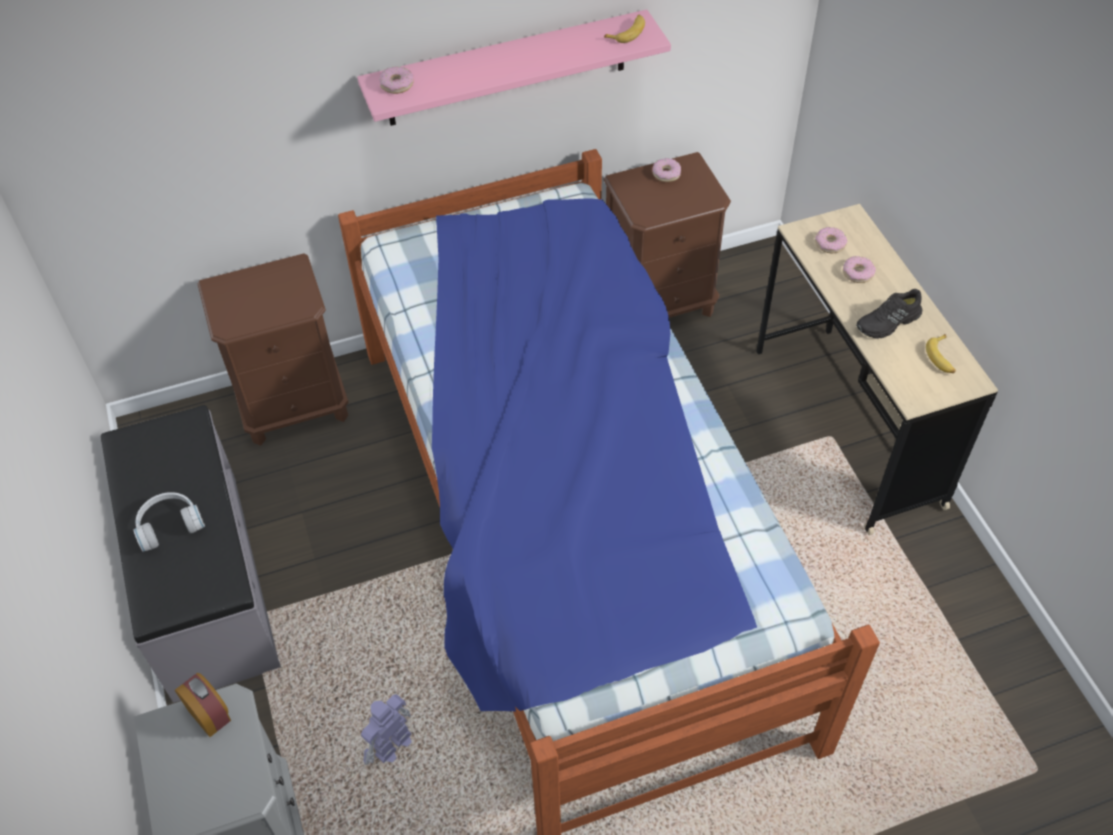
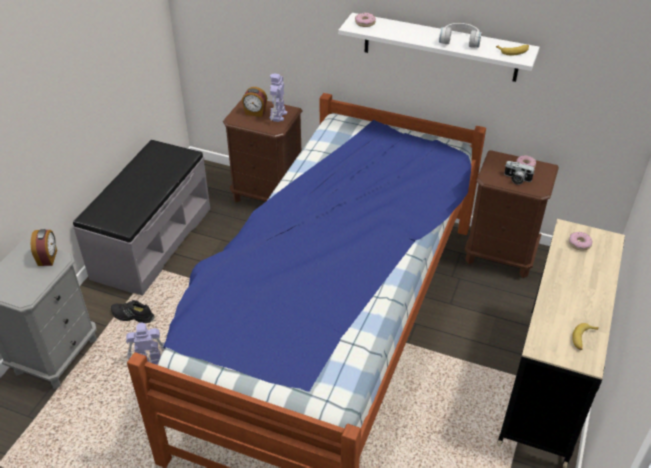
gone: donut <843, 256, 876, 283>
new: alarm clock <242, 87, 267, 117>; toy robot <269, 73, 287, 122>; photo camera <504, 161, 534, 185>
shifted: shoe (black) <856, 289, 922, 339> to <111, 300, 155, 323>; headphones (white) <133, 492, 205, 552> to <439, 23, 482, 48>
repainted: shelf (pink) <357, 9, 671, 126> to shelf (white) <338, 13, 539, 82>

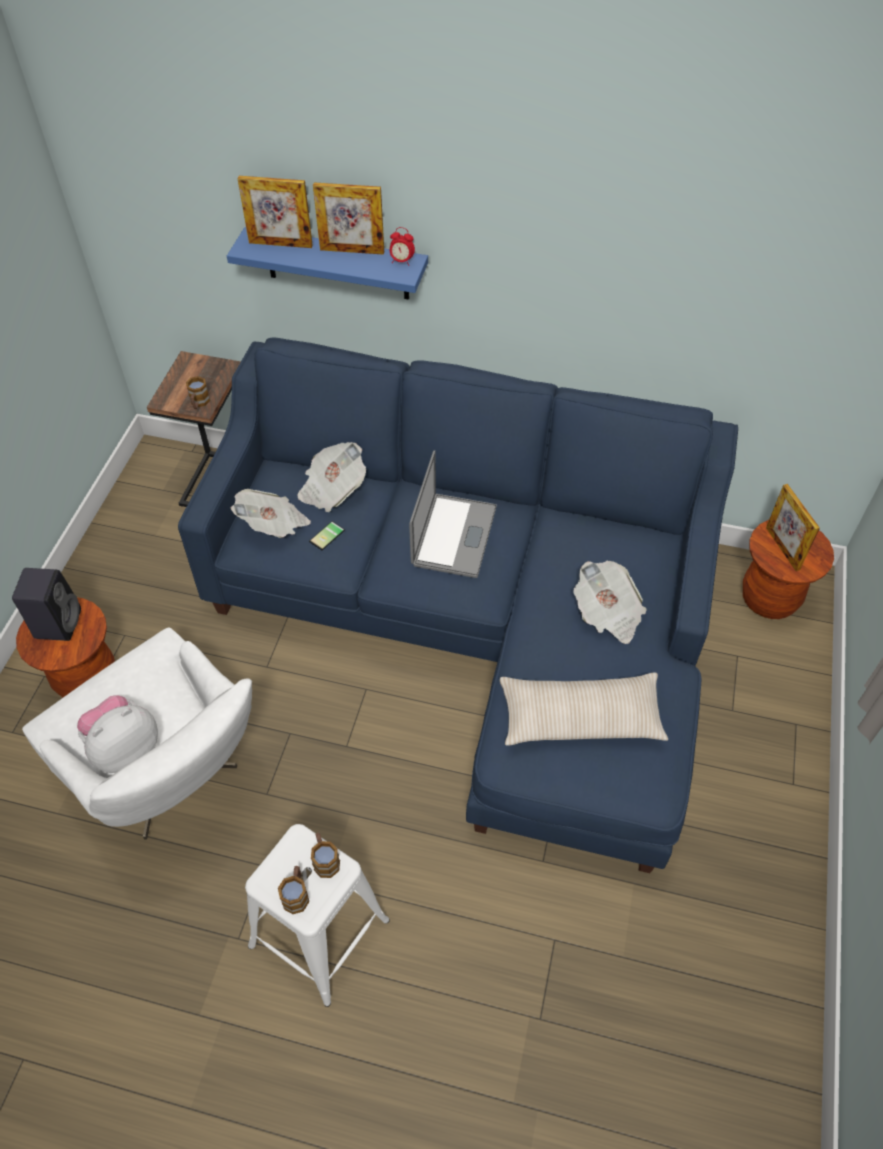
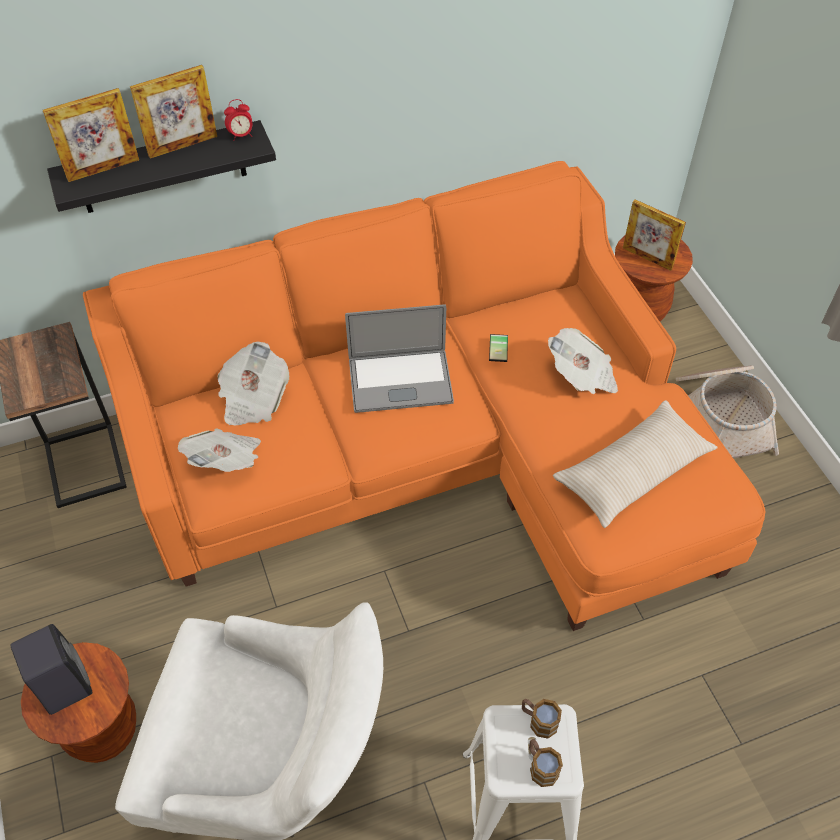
gone: plush toy <77, 695, 158, 773>; mug <186, 376, 210, 409>
new: basket <676, 365, 779, 458>
shifted: phone <309, 521, 345, 550> to <489, 334, 512, 362>
repainted: shelf (blue) <227, 227, 428, 300> to shelf (black) <47, 120, 276, 213>; sofa (blue) <178, 337, 738, 873> to sofa (orange) <83, 161, 766, 631>
rotated: laptop <409, 450, 497, 578> = <345, 304, 454, 413> 105 degrees clockwise

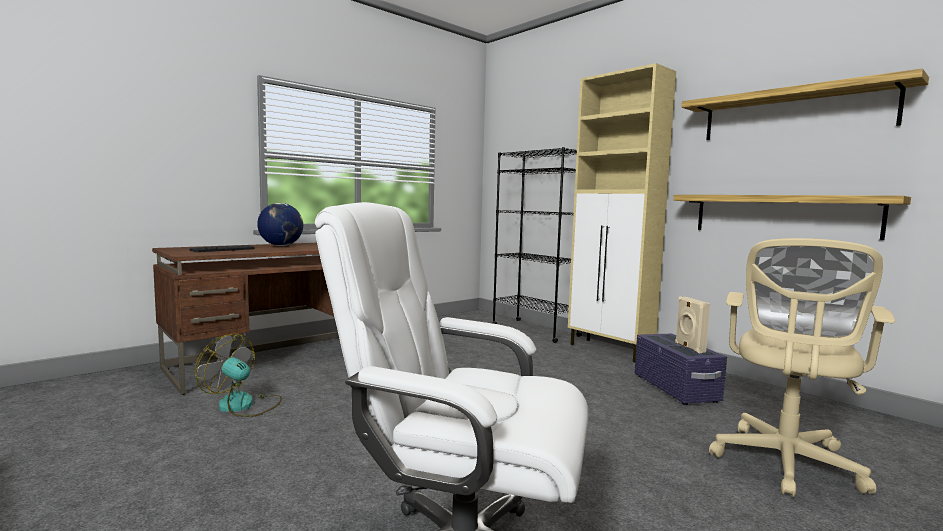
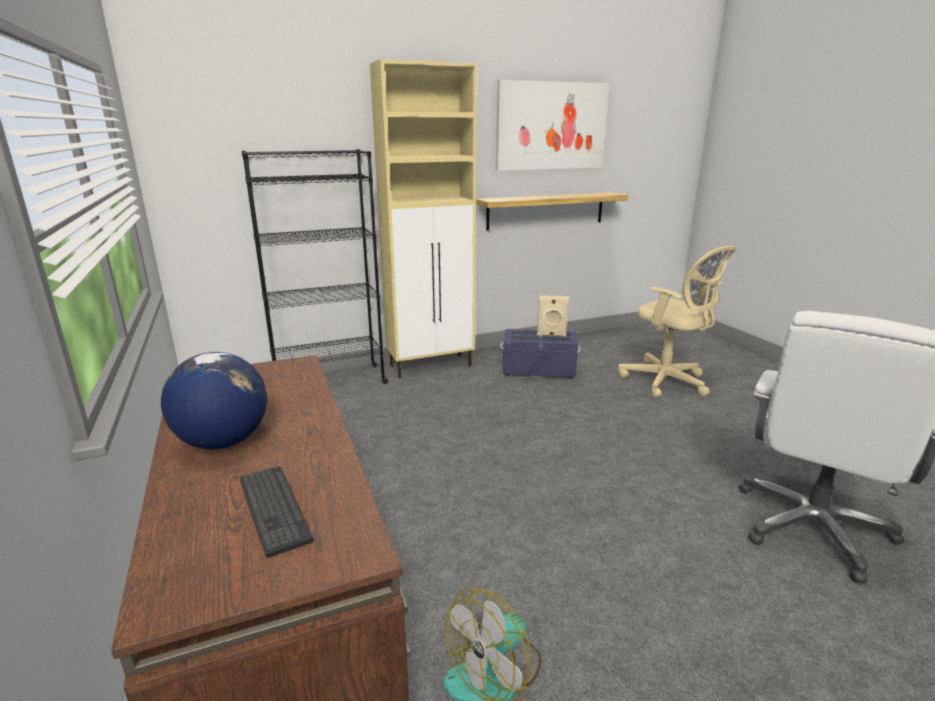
swapped: shelf <682, 68, 929, 140> to picture <496, 80, 609, 171>

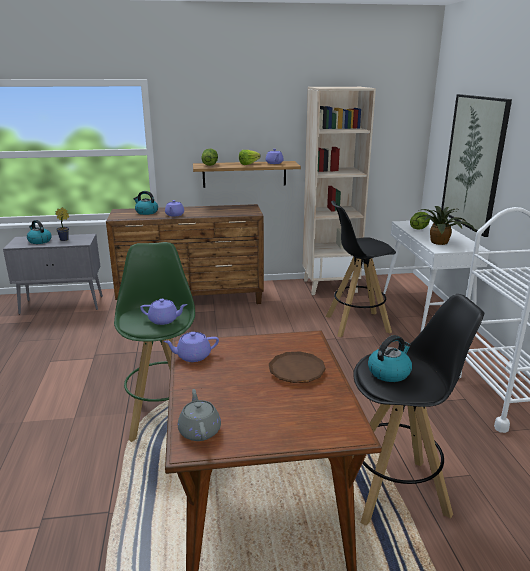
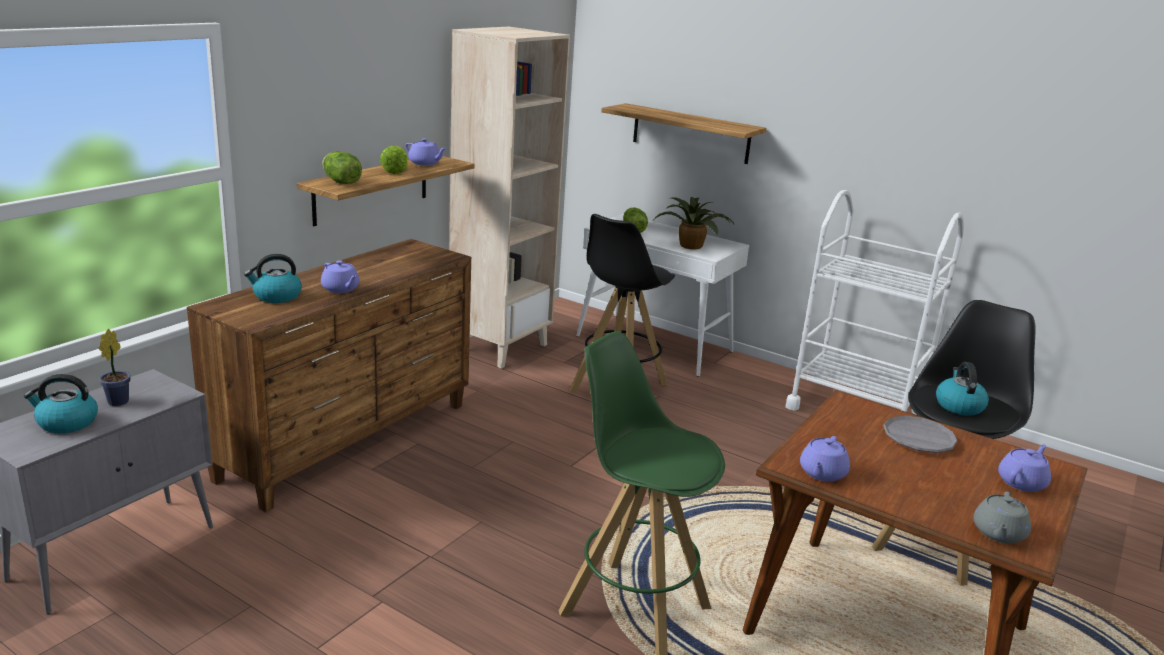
shifted: teapot (purple) <140, 299, 187, 325> to <998, 444, 1051, 492>
swapped: picture <441, 94, 512, 237> to shelf <601, 103, 766, 164>
repainted: plate (brown) <269, 351, 326, 383> to plate (grey) <883, 415, 958, 453>
rotated: teapot (grey) <178, 389, 221, 441> = <973, 491, 1031, 544> 90 degrees counterclockwise

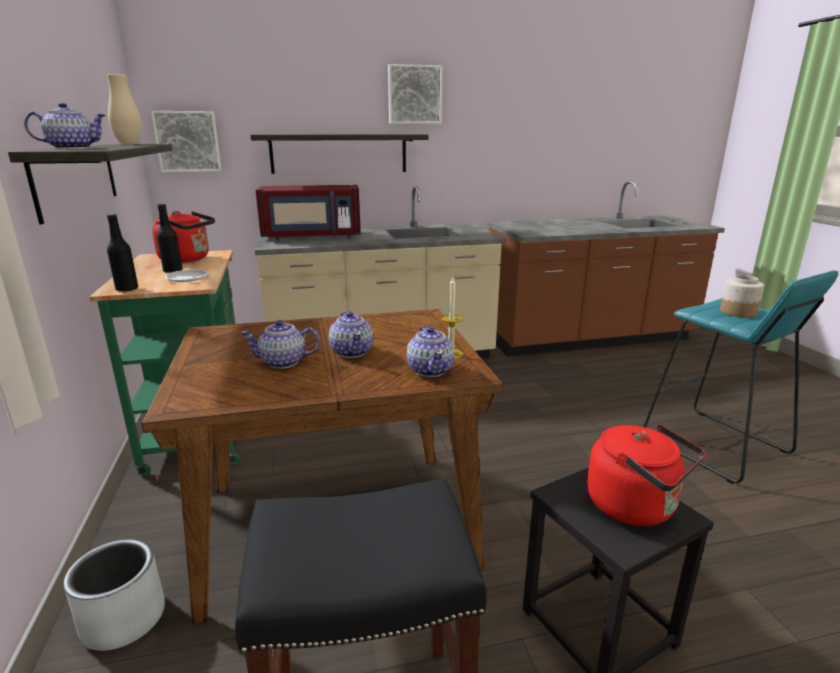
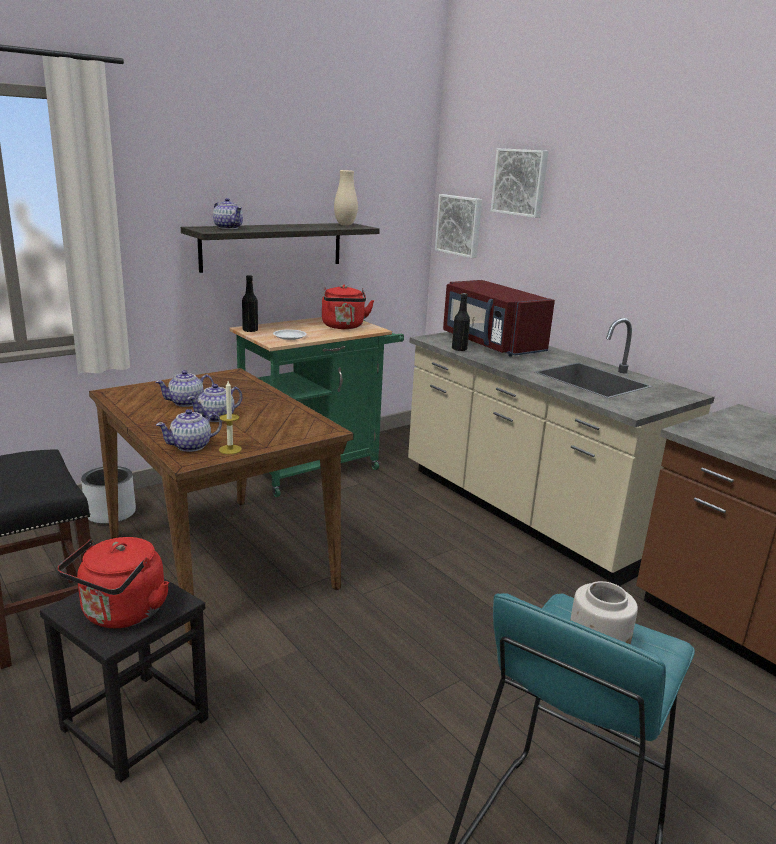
gone: shelf <250, 134, 429, 174>
shifted: bottle (black) <157, 204, 183, 273> to <452, 293, 470, 351>; picture <388, 64, 442, 124> to <491, 148, 549, 218>
rotated: teapot <241, 320, 320, 369> = <156, 370, 214, 407> 90 degrees counterclockwise

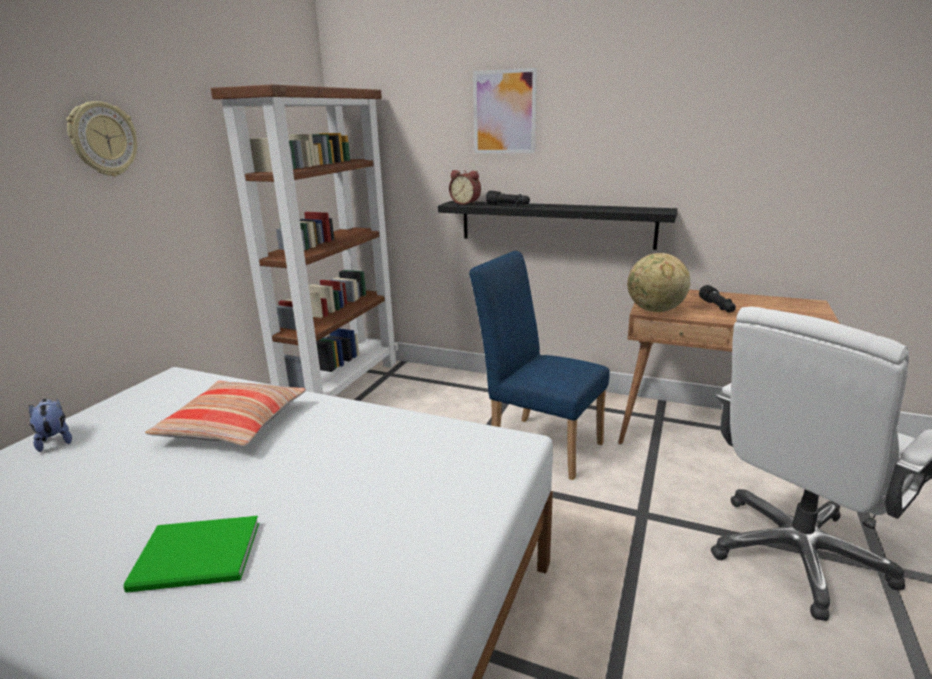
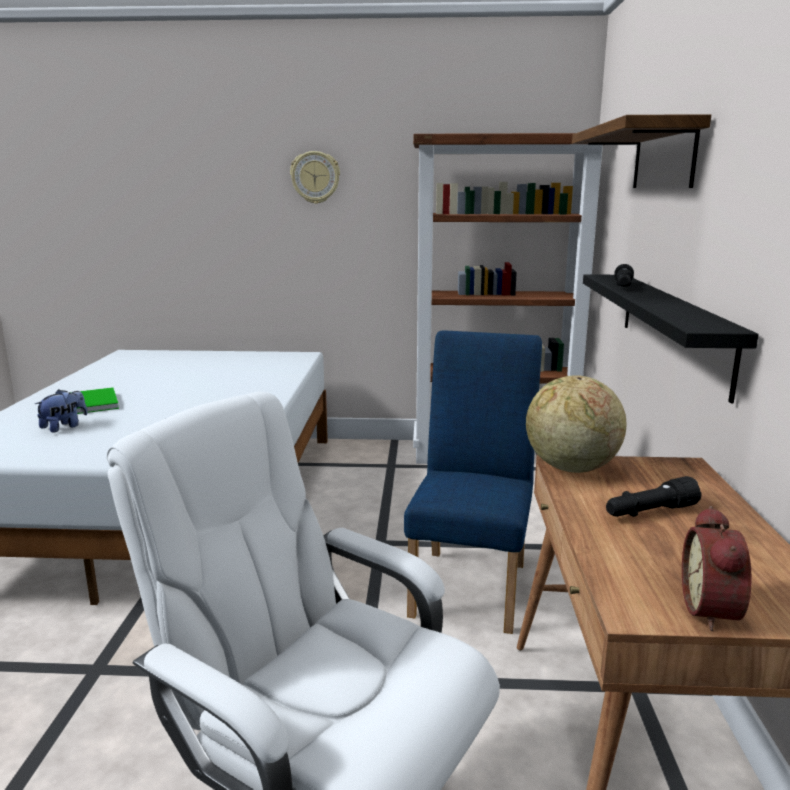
gone: pillow <145, 381, 306, 447>
shifted: plush toy <29, 398, 72, 452> to <35, 389, 87, 433>; alarm clock <449, 170, 481, 205> to <682, 506, 752, 631>
swapped: picture <473, 68, 537, 153> to shelf <572, 114, 711, 188>

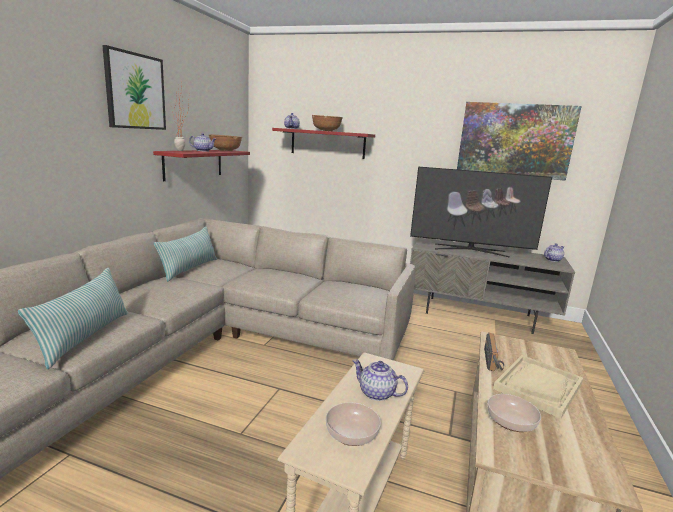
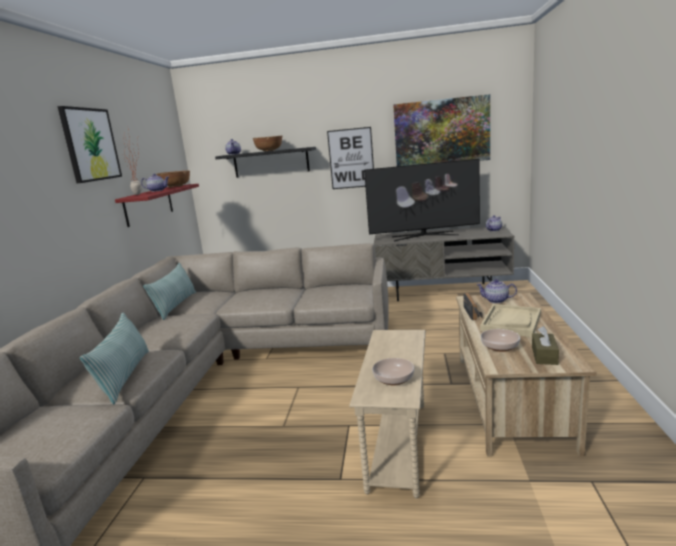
new: picture <327, 127, 374, 189>; tissue box (brown) <532, 326, 559, 365>
shifted: teapot <352, 359, 408, 401> to <476, 279, 517, 303>
repainted: shelf (red) <272, 128, 375, 159> to shelf (black) <215, 147, 316, 178>

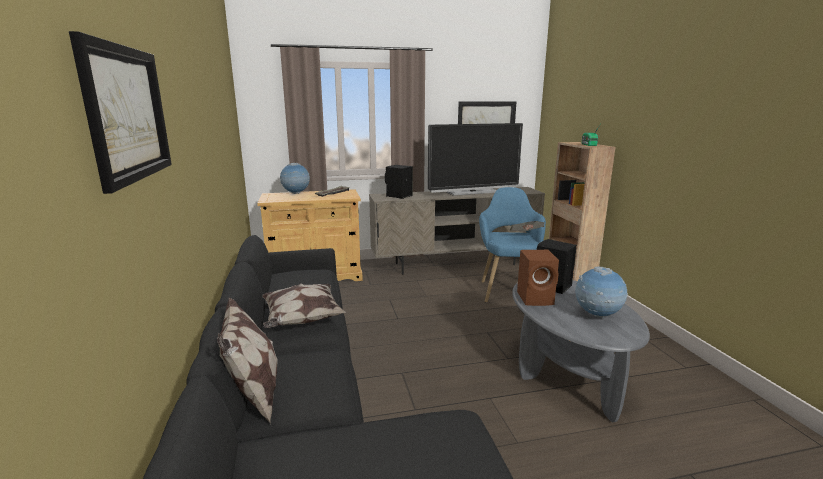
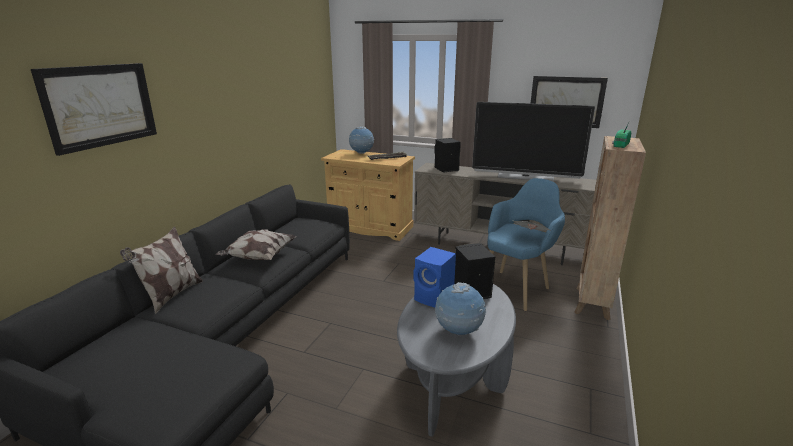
repainted: speaker (brown) <517, 250, 559, 306> to speaker (blue) <413, 247, 456, 307>

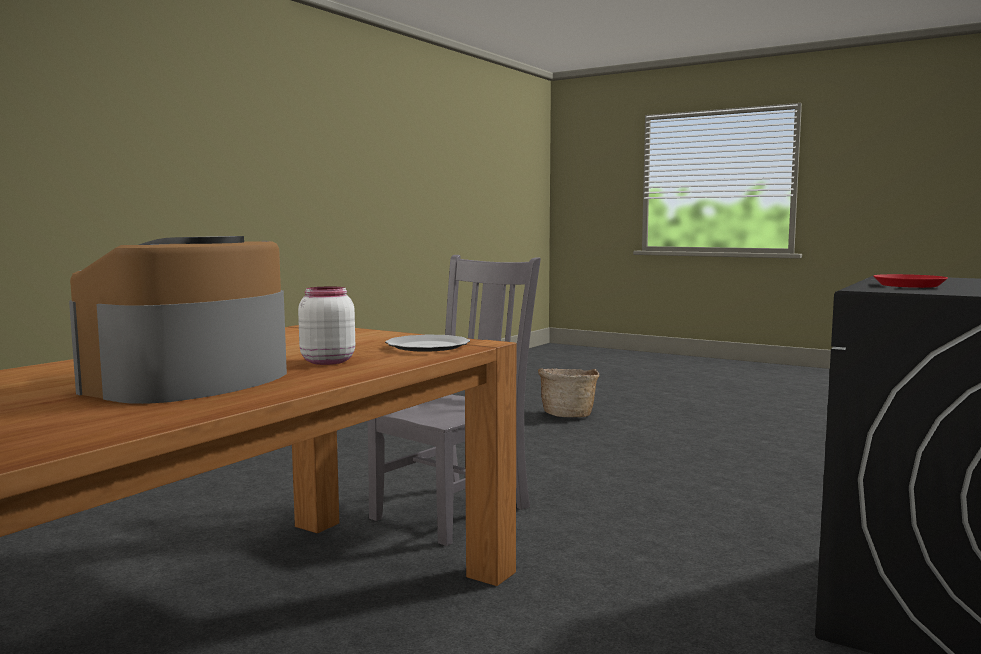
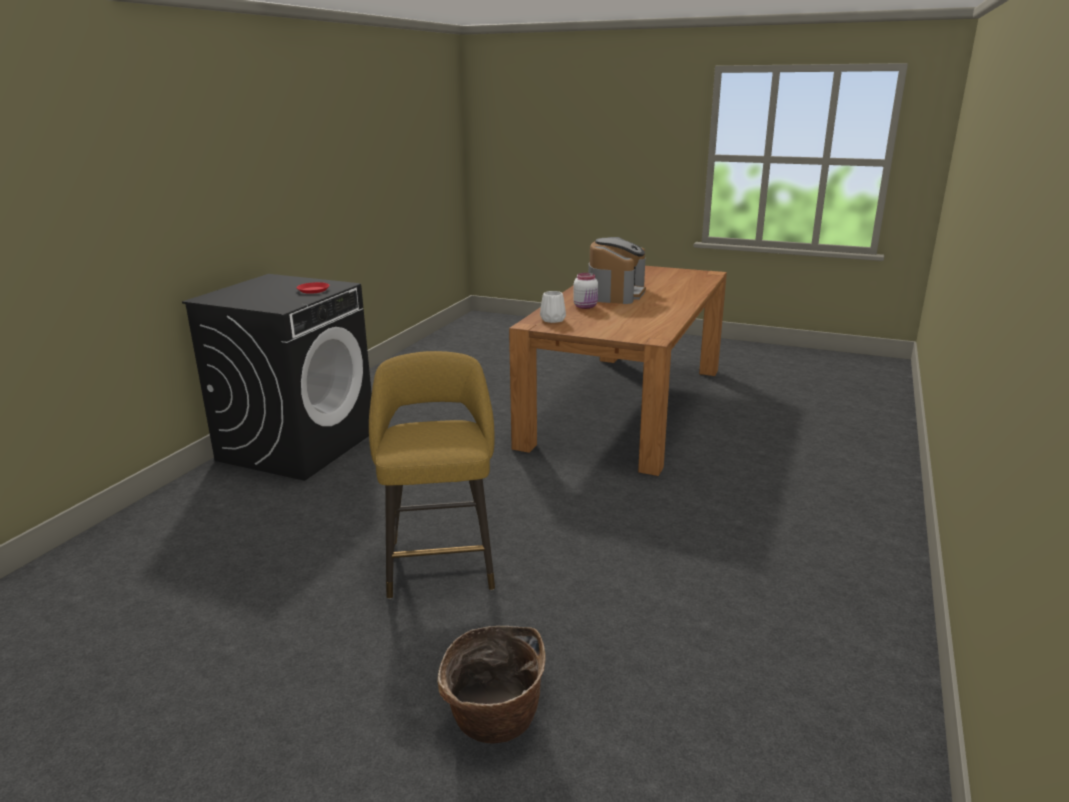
gone: chair (grey) <367, 255, 541, 546>
new: stool (yellow) <369, 351, 495, 599>
swapped: plate <385, 335, 470, 352> to vase (white) <540, 291, 566, 323>

